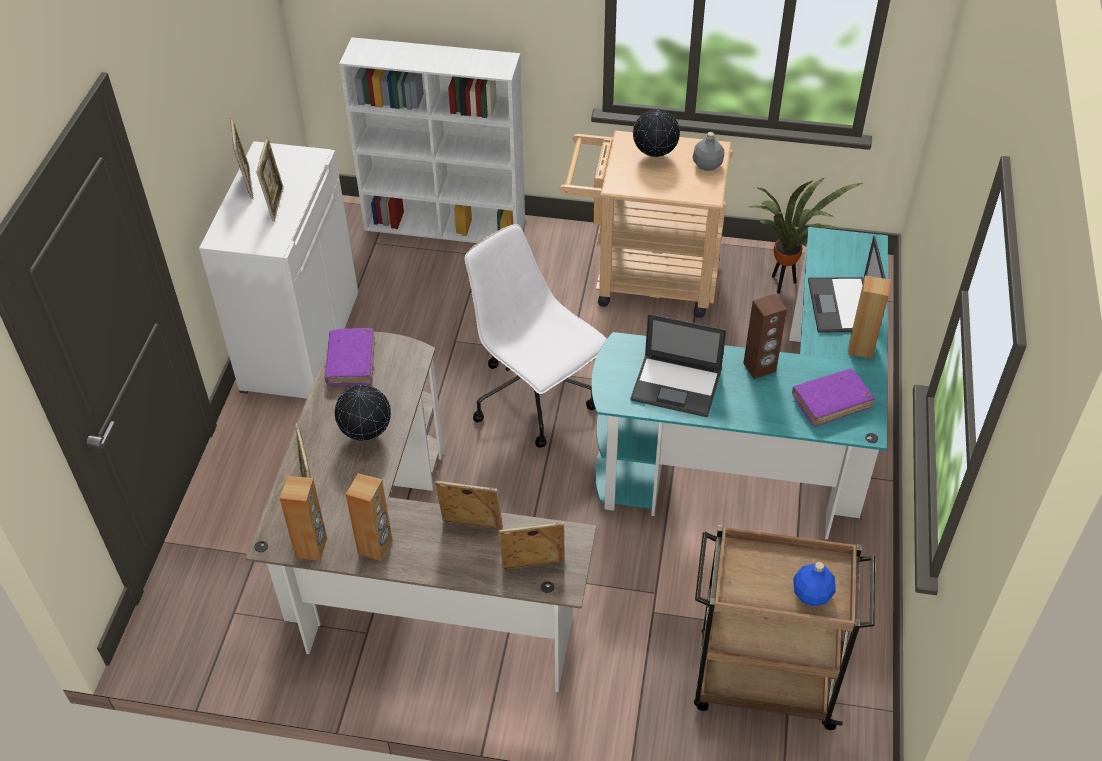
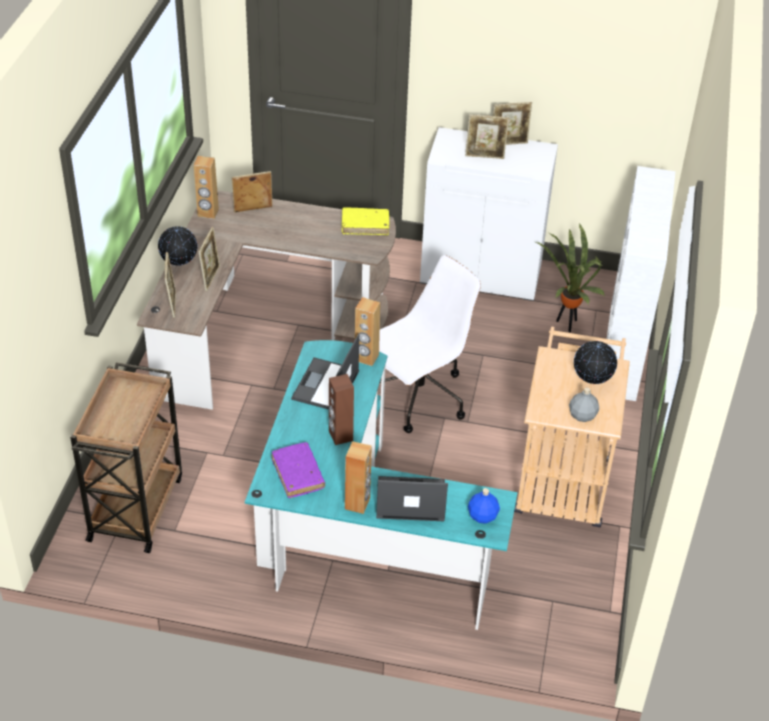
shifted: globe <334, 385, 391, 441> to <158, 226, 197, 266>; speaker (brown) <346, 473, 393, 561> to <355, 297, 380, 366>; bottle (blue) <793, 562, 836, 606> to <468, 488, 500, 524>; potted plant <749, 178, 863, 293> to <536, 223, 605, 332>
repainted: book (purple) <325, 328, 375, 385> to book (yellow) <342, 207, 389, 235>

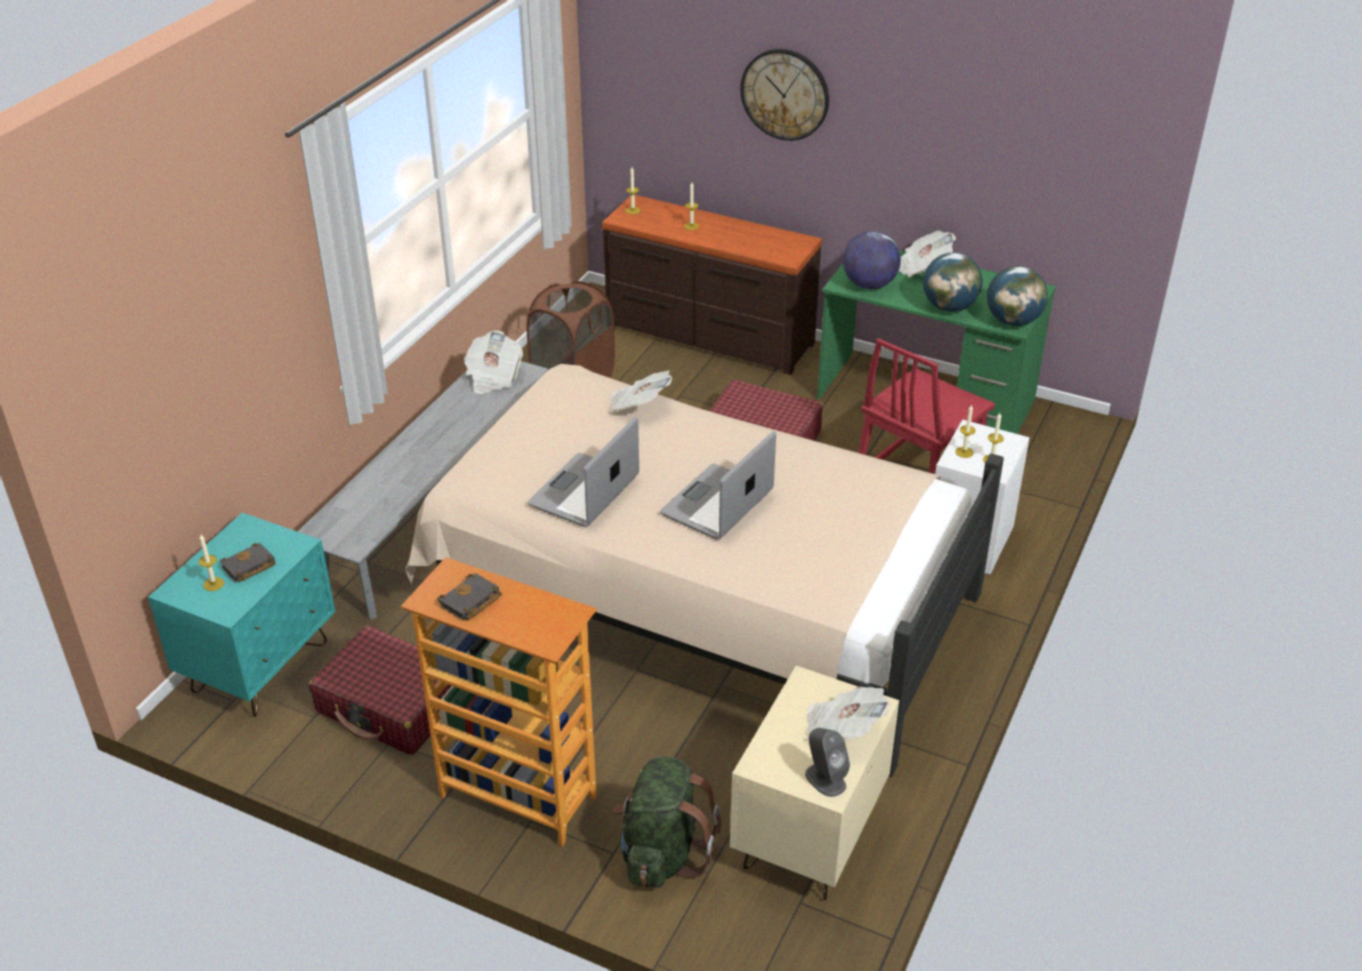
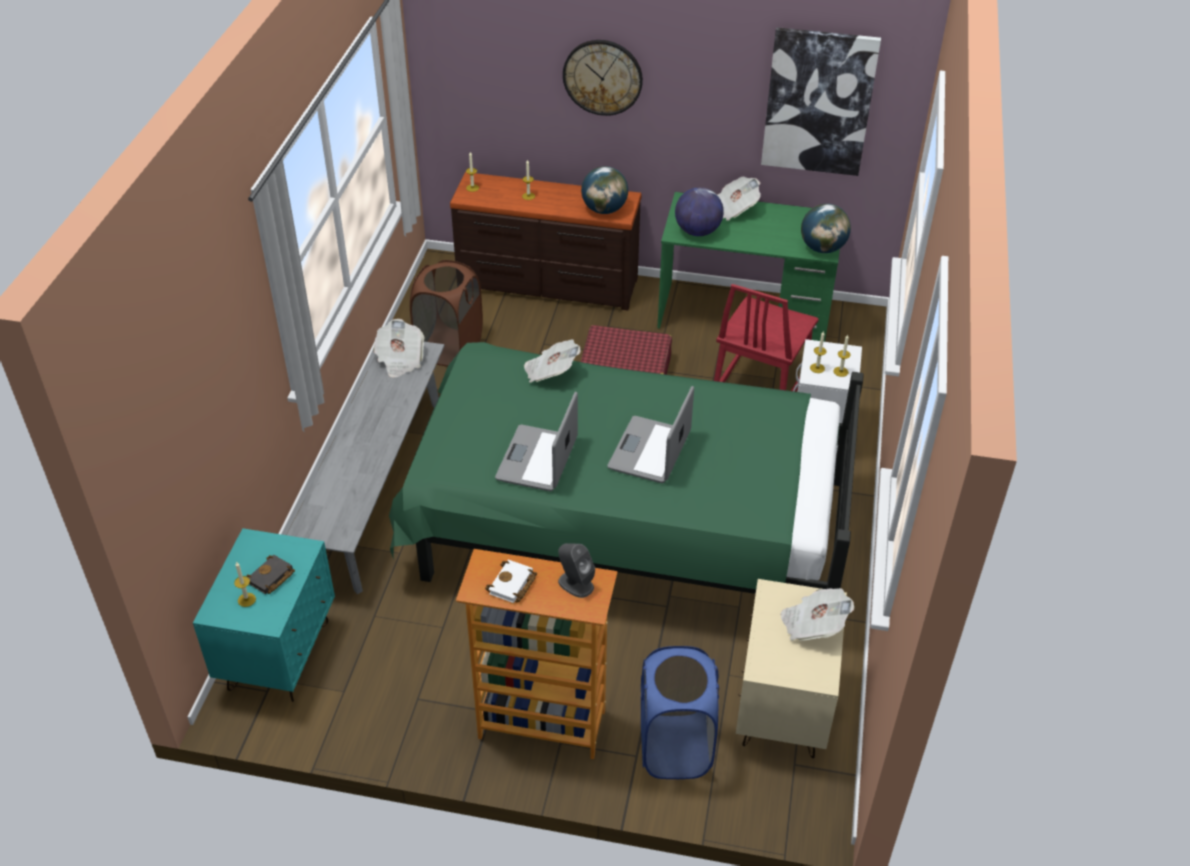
gone: suitcase (red) <309, 625, 451, 755>
new: picture <761, 27, 881, 176>
shifted: speaker (grey) <805, 728, 850, 797> to <558, 543, 595, 598>; globe <923, 252, 983, 312> to <581, 166, 628, 214>
swapped: backpack (green) <614, 757, 721, 888> to laundry basket (blue) <641, 646, 719, 779>
repainted: bed (beige) <405, 364, 1004, 777> to bed (green) <389, 342, 864, 594>; book (black) <437, 573, 502, 620> to book (white) <485, 559, 537, 603>

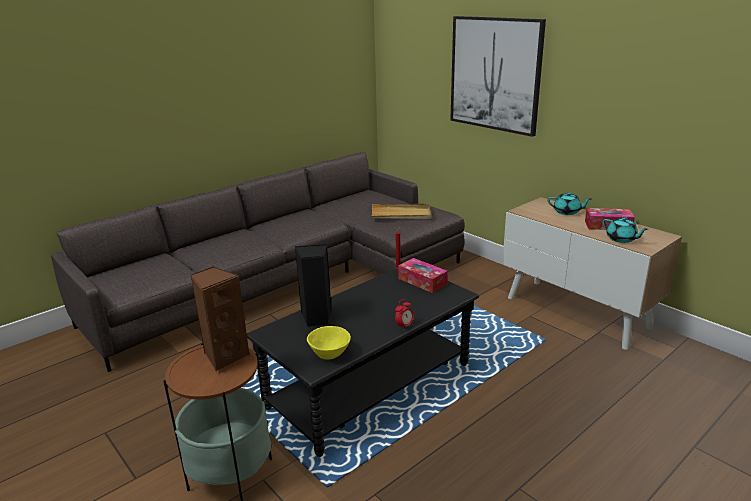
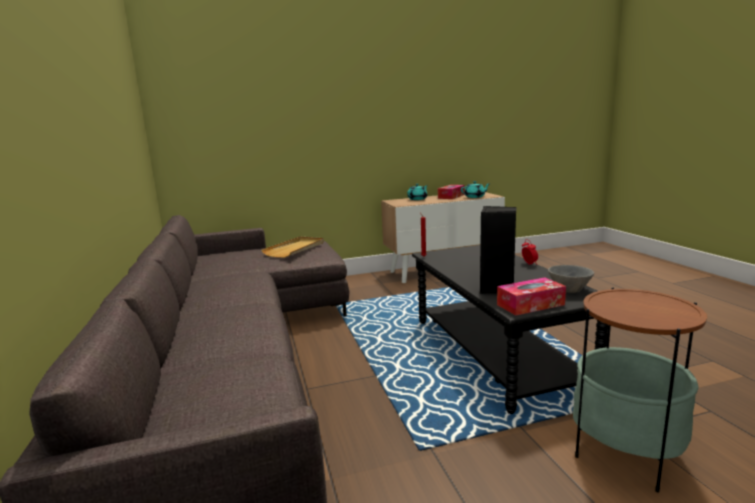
gone: speaker (brown) <190, 266, 250, 372>; picture <450, 16, 546, 137>
shifted: tissue box <398, 258, 448, 293> to <497, 277, 566, 315>
repainted: bowl (yellow) <307, 326, 351, 359> to bowl (grey) <548, 265, 594, 293>

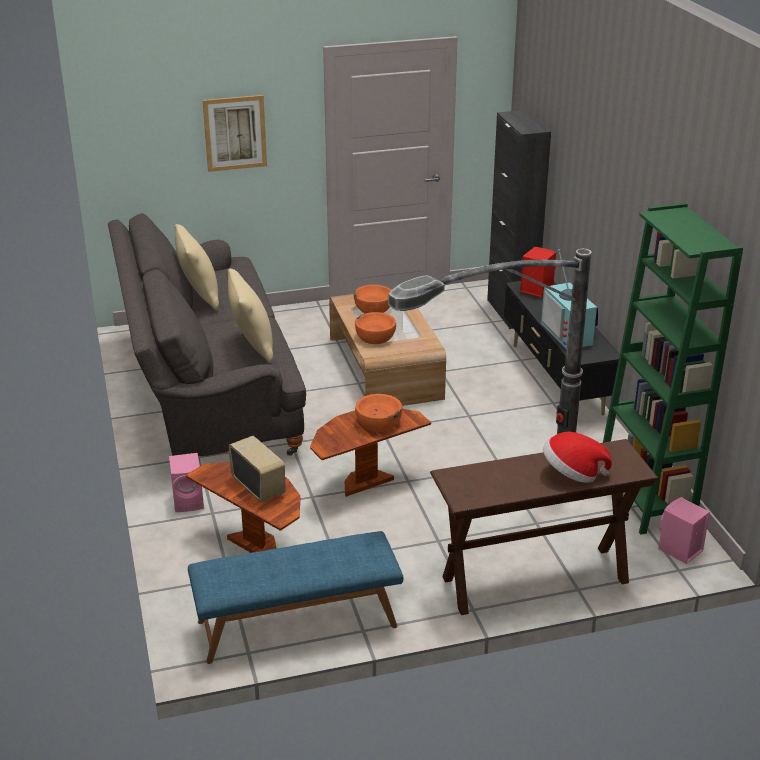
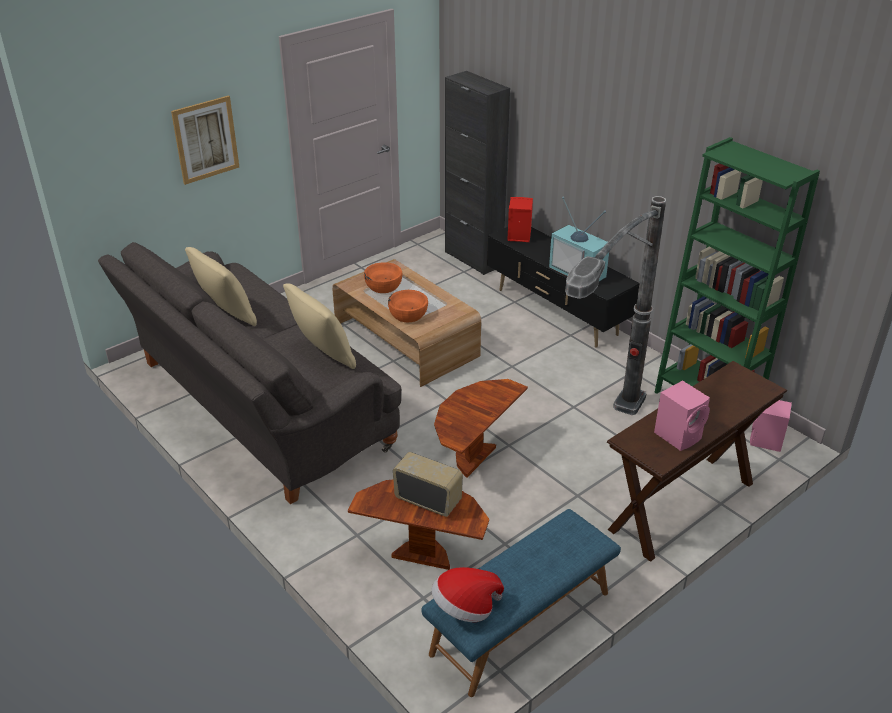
gone: bowl (orange) <355, 394, 402, 432>
shifted: hat <543, 432, 612, 483> to <432, 567, 504, 622>; speaker (pink) <169, 453, 204, 512> to <654, 380, 710, 451>

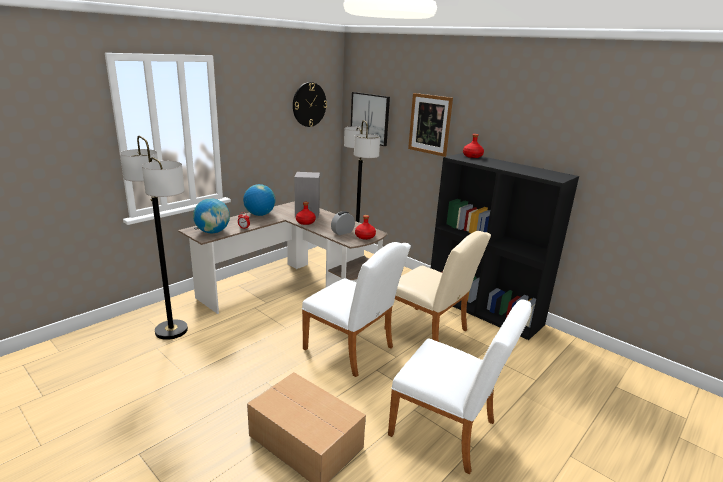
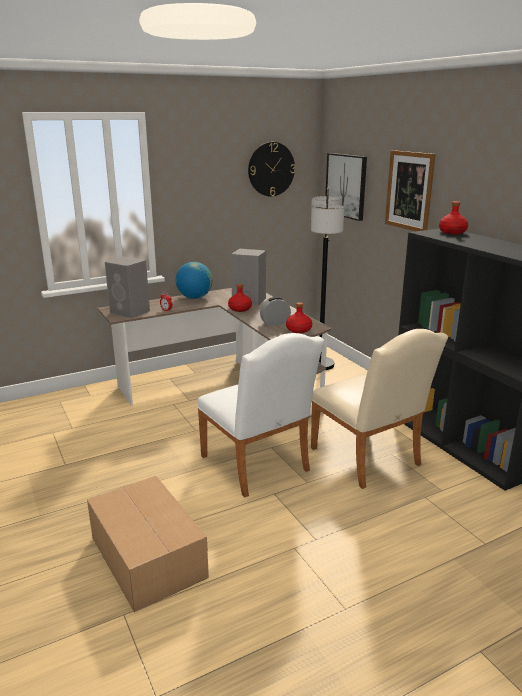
gone: floor lamp <120, 136, 188, 340>; chair (white) <388, 299, 531, 474>
swapped: globe <193, 198, 230, 233> to speaker (grey) <105, 257, 150, 318>

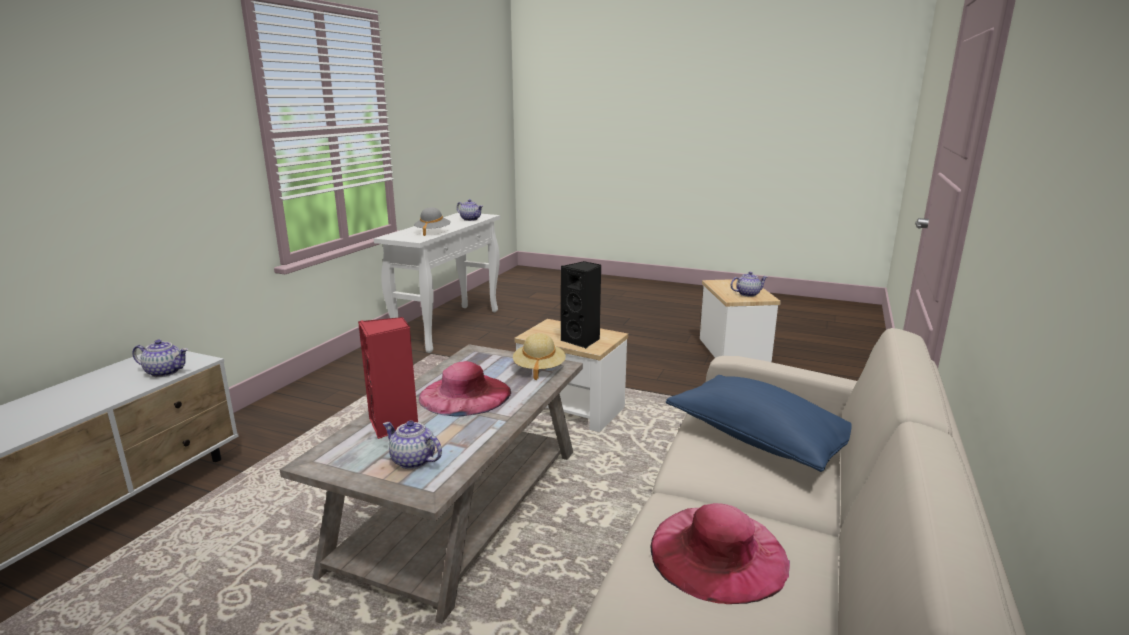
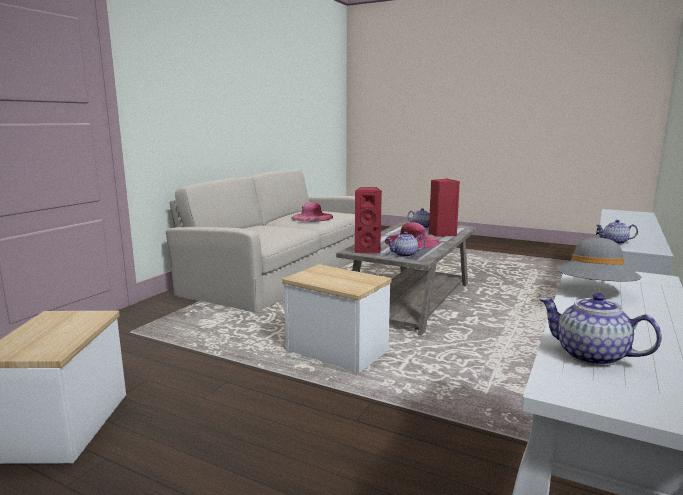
gone: speaker (black) <561, 261, 601, 349>; pillow (blue) <666, 375, 852, 472>
shifted: teapot <731, 272, 767, 297> to <386, 231, 425, 257>
swapped: hat (beige) <513, 333, 566, 380> to speaker (red) <354, 187, 382, 253>

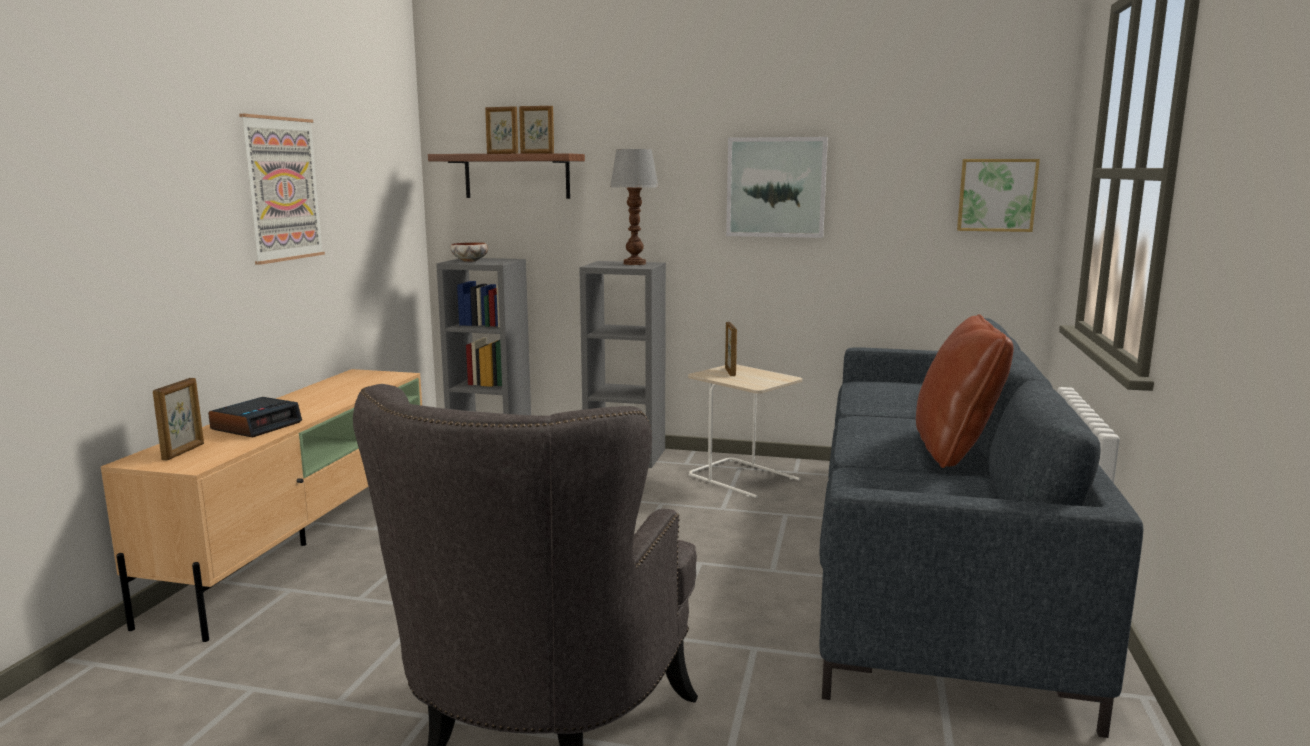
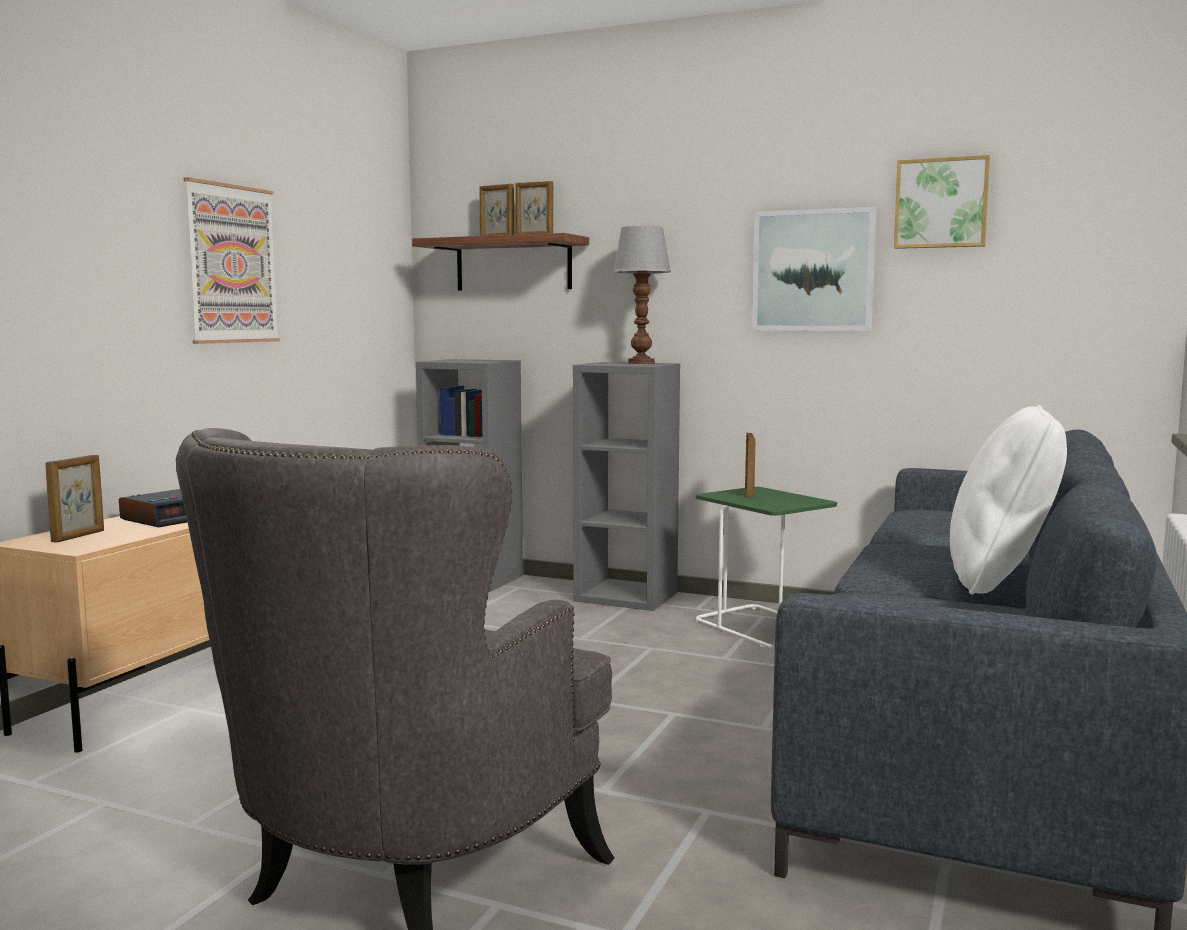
gone: bowl <451, 242, 488, 262>
shifted: picture <957, 159, 1040, 232> to <894, 155, 990, 249>
repainted: side table (beige) <688, 364, 802, 498> to side table (green) <696, 487, 837, 649>; pillow (brown) <916, 314, 1014, 468> to pillow (white) <950, 405, 1067, 595>

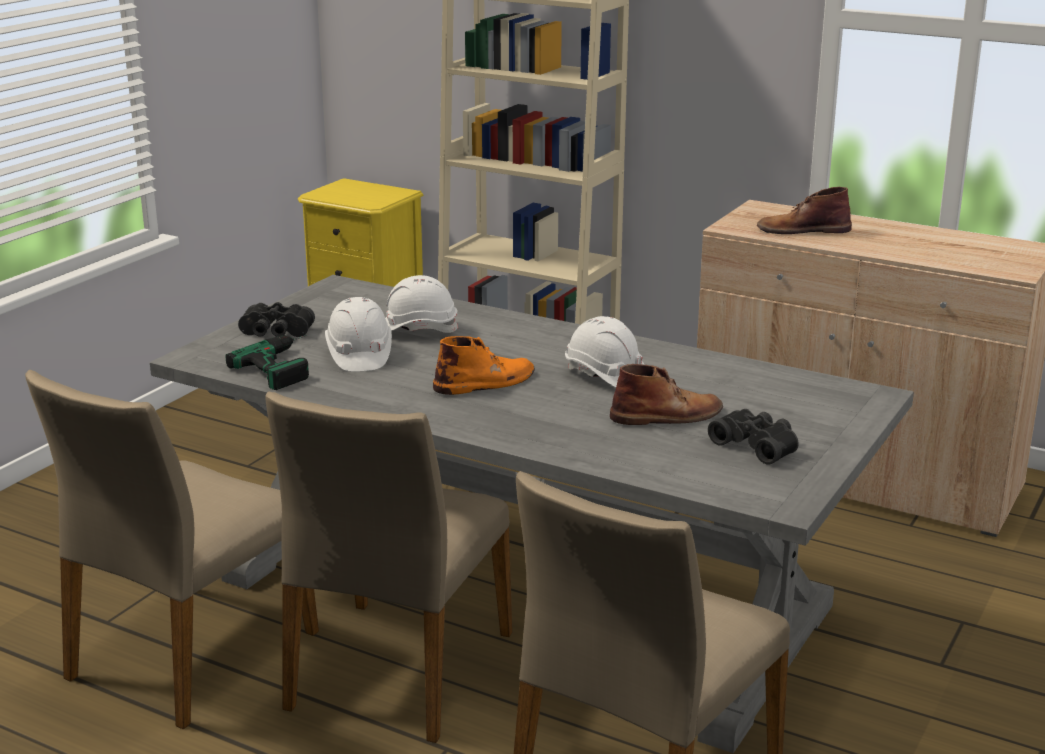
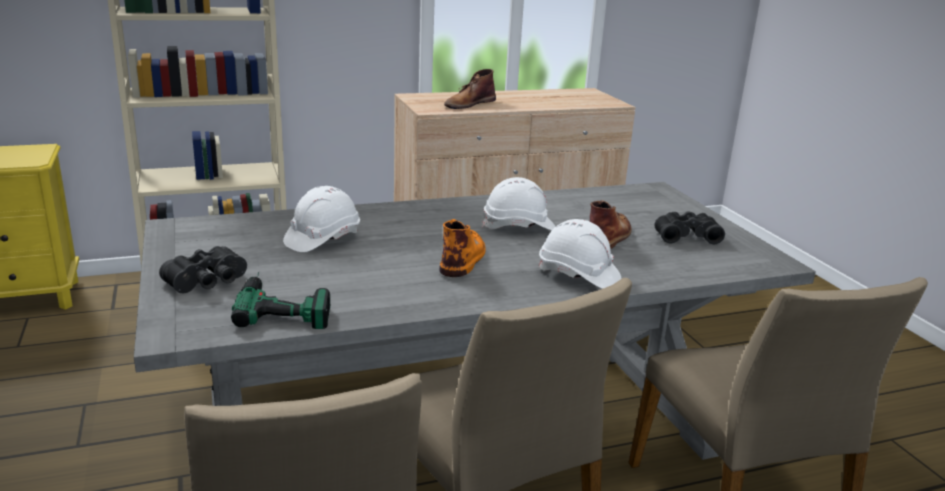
shifted: hard hat (white) <325, 297, 392, 372> to <539, 219, 621, 289>

